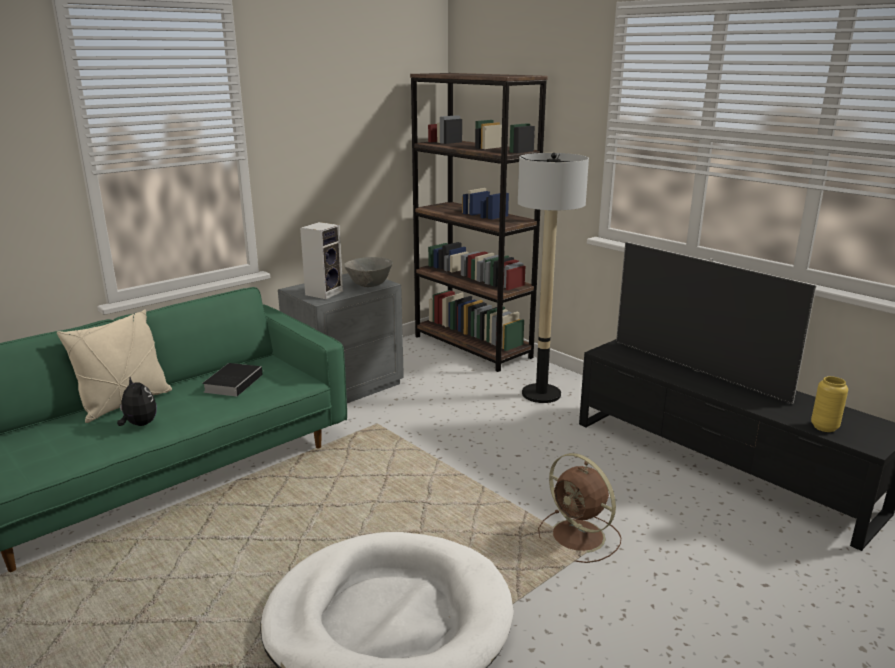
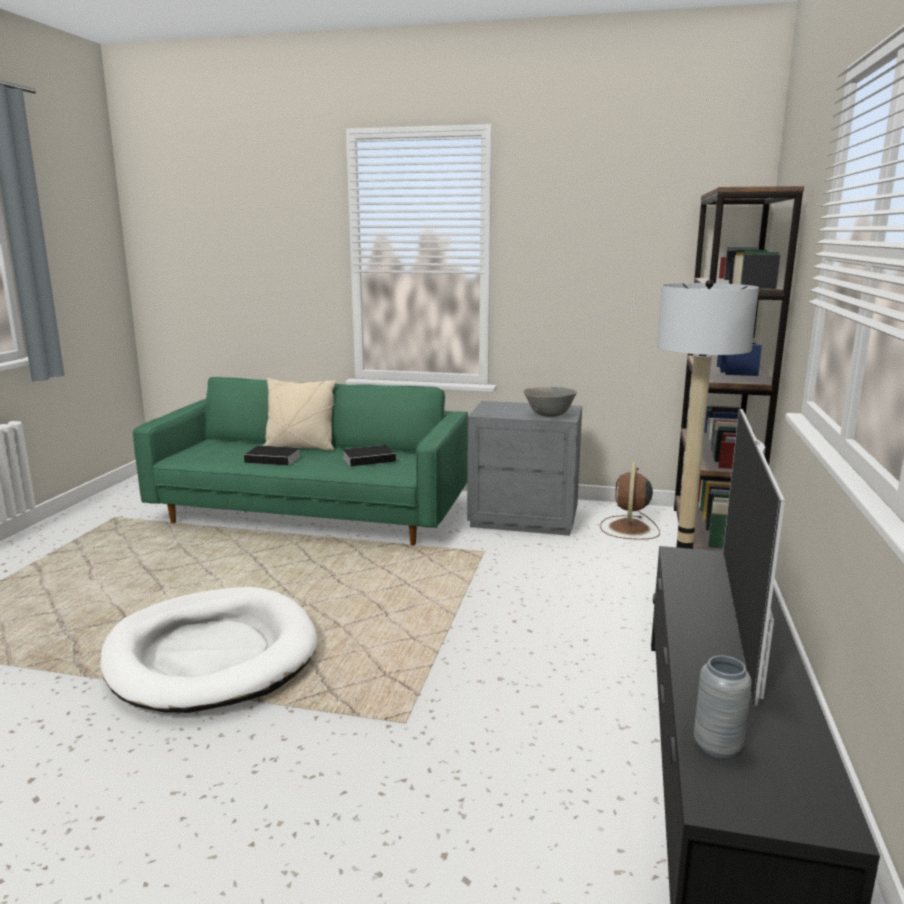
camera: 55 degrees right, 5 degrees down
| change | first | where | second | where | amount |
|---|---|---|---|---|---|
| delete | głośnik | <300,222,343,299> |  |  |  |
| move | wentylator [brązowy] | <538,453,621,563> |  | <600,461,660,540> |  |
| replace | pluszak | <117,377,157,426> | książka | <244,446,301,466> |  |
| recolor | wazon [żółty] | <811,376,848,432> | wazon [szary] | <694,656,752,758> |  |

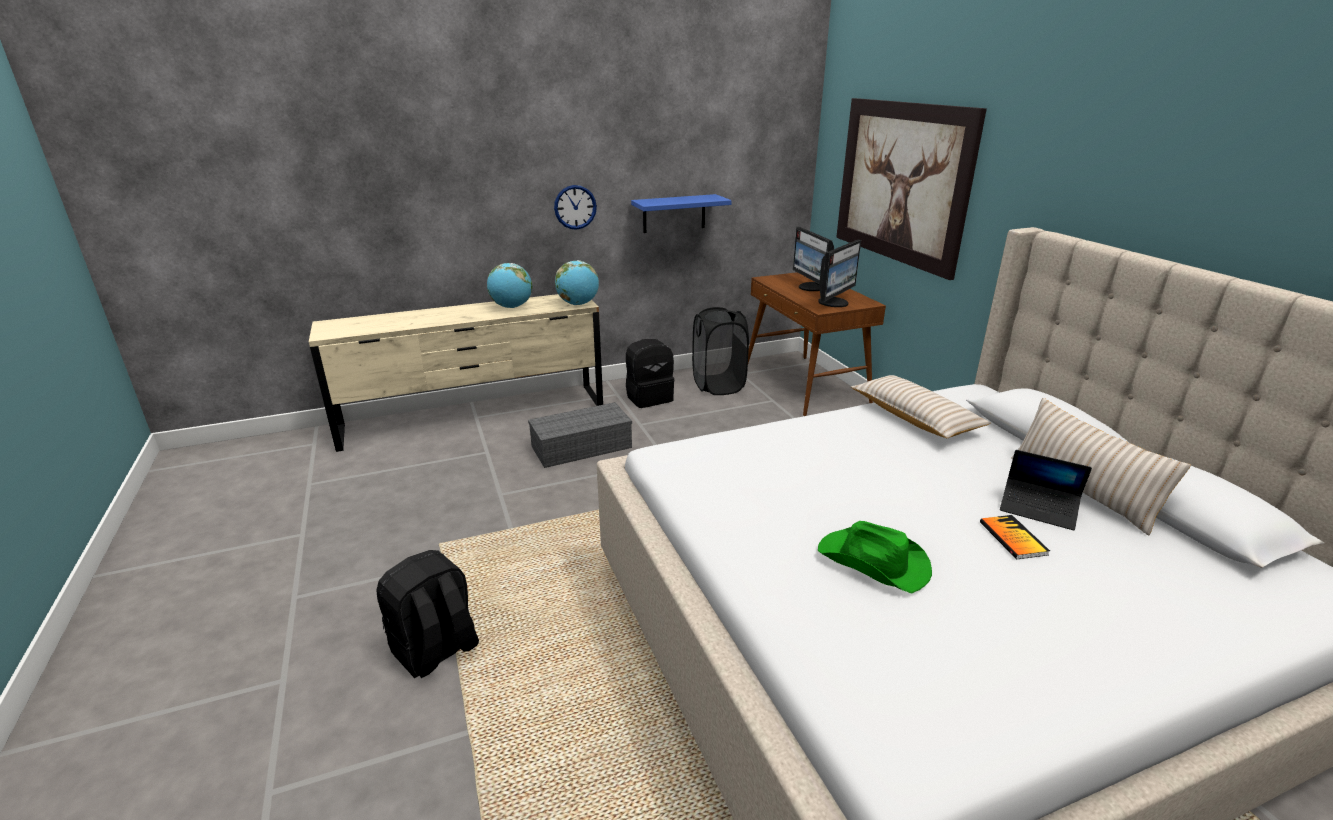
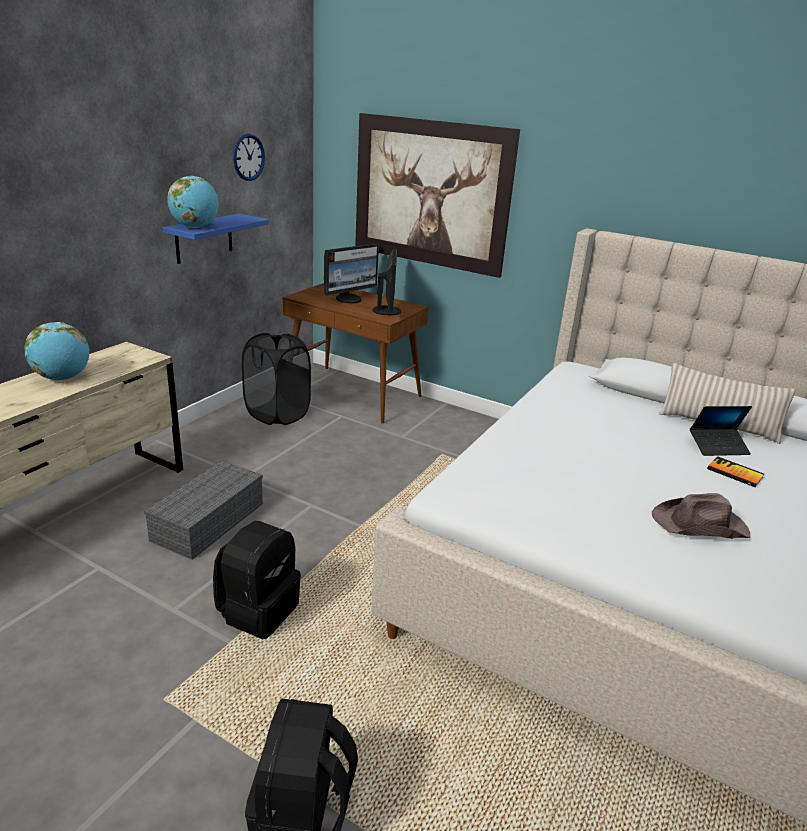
camera: 40 degrees left, 0 degrees up
| change | first | where | second | where | amount |
|---|---|---|---|---|---|
| delete | poduszka [beżowy] | <851,375,991,438> |  |  |  |
| move | zegar ścienny | <554,185,597,230> |  | <233,134,265,181> |  |
| move | globus | <555,260,599,305> |  | <167,176,219,228> |  |
| move | plecak [czarny] | <626,339,674,408> |  | <213,521,301,639> |  |
| recolor | kapelusz [zielony] | <818,521,932,594> | kapelusz [brązowy] | <652,493,750,539> |  |
| rotate | monitor | <793,227,834,291> |  | <324,243,379,303> | 75 degrees counterclockwise |

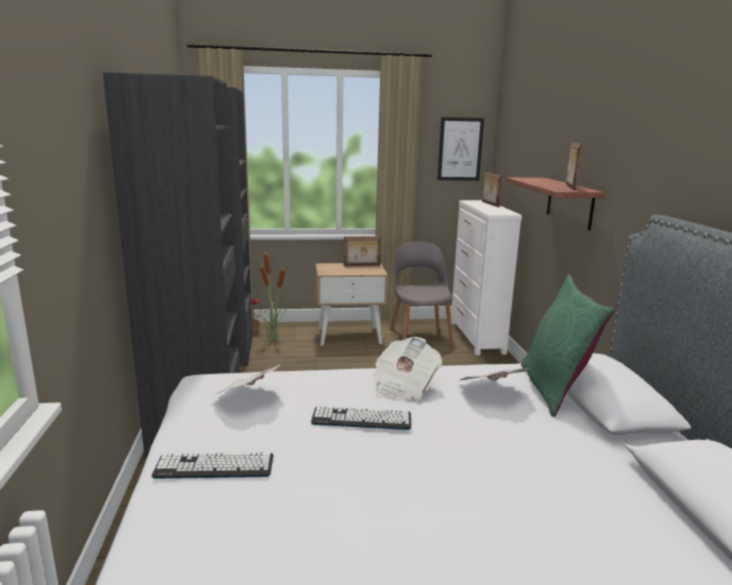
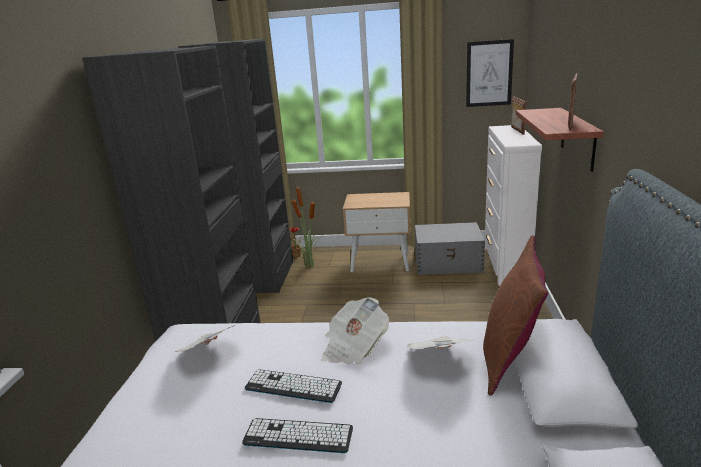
camera: 15 degrees right, 5 degrees up
| change | first | where | second | where | amount |
|---|---|---|---|---|---|
| delete | ramka na zdjęcie | <344,236,381,266> |  |  |  |
| move | klawiatura | <151,453,274,479> |  | <242,418,353,453> |  |
| replace | krzesło [szary] | <390,242,454,347> | pojemnik do przechowywania [szary] | <415,222,485,275> |  |
| recolor | poduszka [zielony] | <521,274,615,417> | poduszka [brązowy] | <483,235,548,396> |  |

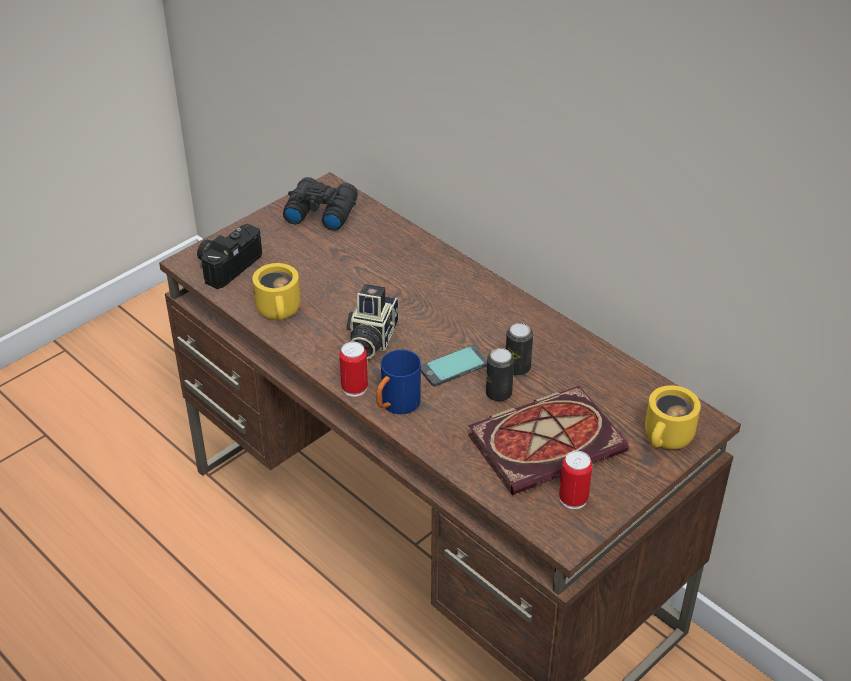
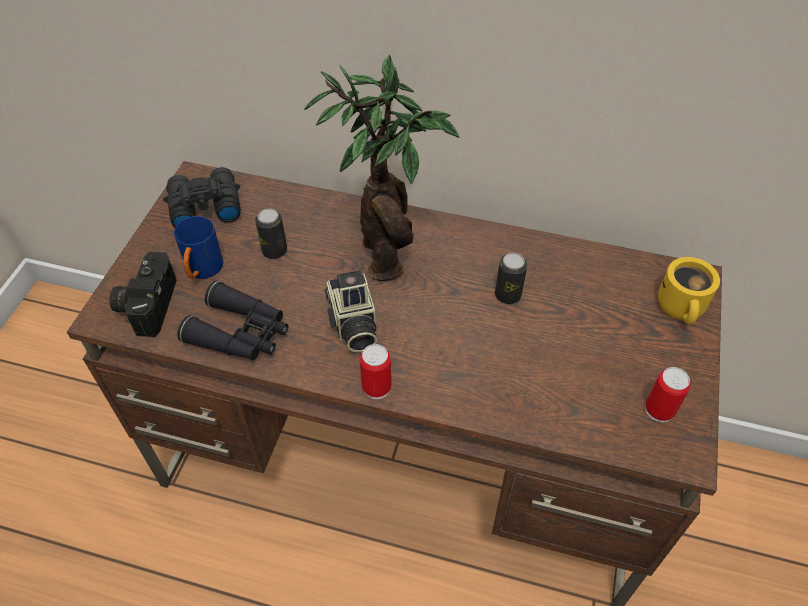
camera: 30 degrees left, 10 degrees up
| change | first | where | second | where | amount |
|---|---|---|---|---|---|
| delete | telefon | <421,345,487,387> |  |  |  |
| delete | książka | <468,386,629,495> |  |  |  |
| insert |  |  | roślina doniczkowa | <305,54,459,281> |  |
| move | kubek [niebieski] | <376,350,421,414> |  | <174,216,223,279> |  |
| move | puszka | <486,348,514,402> |  | <255,208,287,259> |  |
| replace | kubek [żółty] | <252,263,300,320> | lornetka [czarny] | <177,281,288,361> |  |

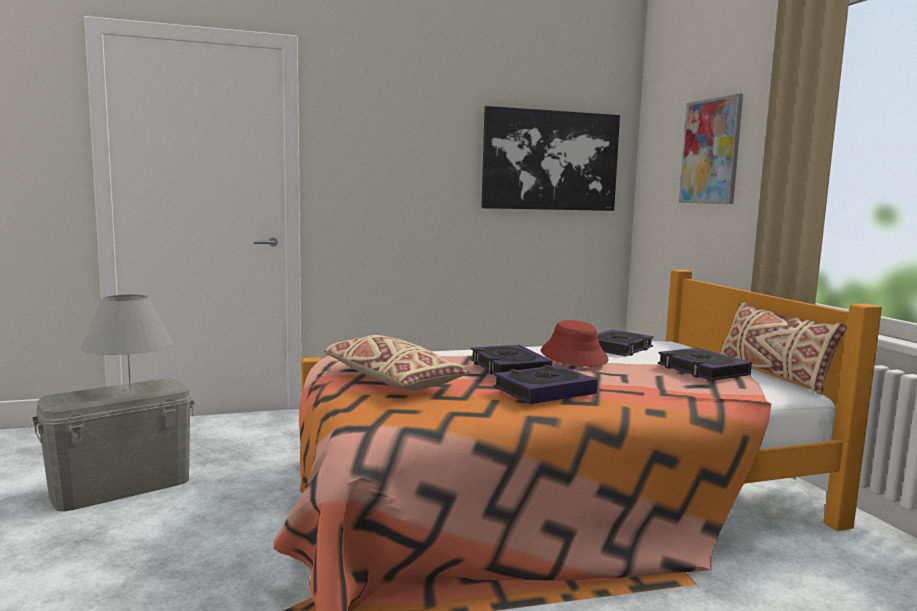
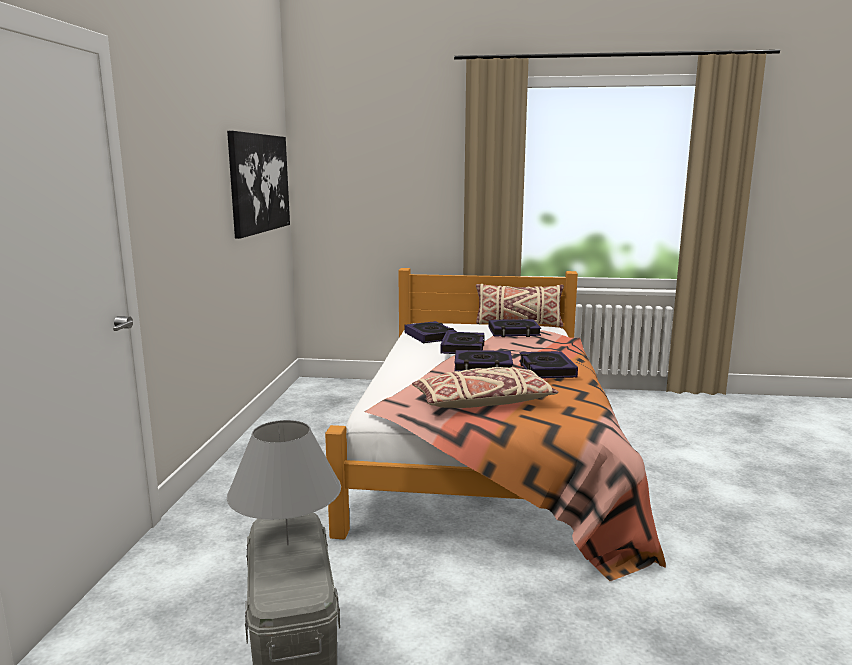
camera: 65 degrees left, 5 degrees up
| change | first | where | second | where | amount |
|---|---|---|---|---|---|
| delete | obraz | <679,93,743,204> |  |  |  |
| replace | kapelusz [czerwony] | <541,320,609,366> | książka | <440,332,485,354> |  |

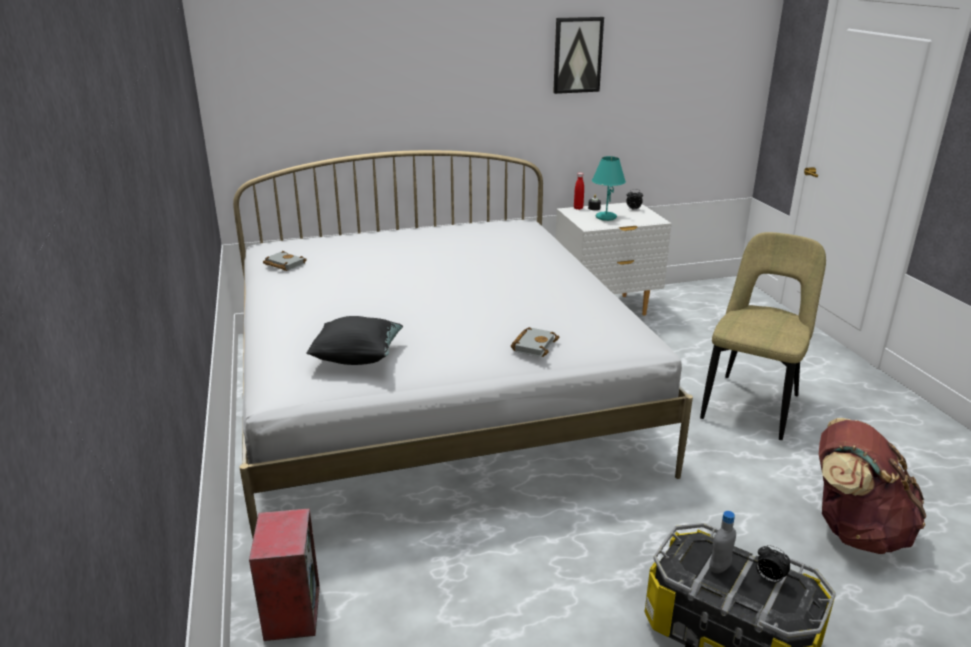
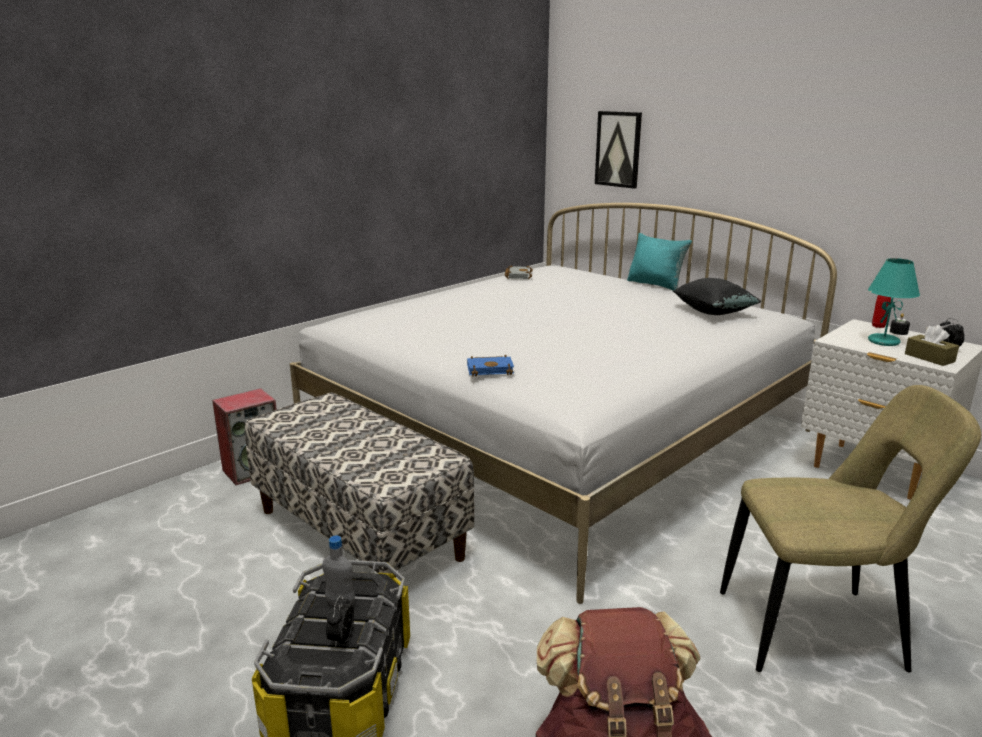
camera: 60 degrees right, 5 degrees down
| change | first | where | second | where | amount |
|---|---|---|---|---|---|
| insert |  |  | ławka | <245,392,474,577> |  |
| insert |  |  | poduszka [turkusowy] | <627,233,692,291> |  |
| insert |  |  | pudełko chusteczek [brązowy] | <905,325,959,366> |  |
| move | poduszka [czarny] | <306,316,403,365> |  | <673,278,761,315> |  |
| move | obraz | <553,17,604,94> |  | <595,111,642,189> |  |
| recolor | książka [szary] | <511,327,559,357> | książka [niebieski] | <467,354,514,376> |  |

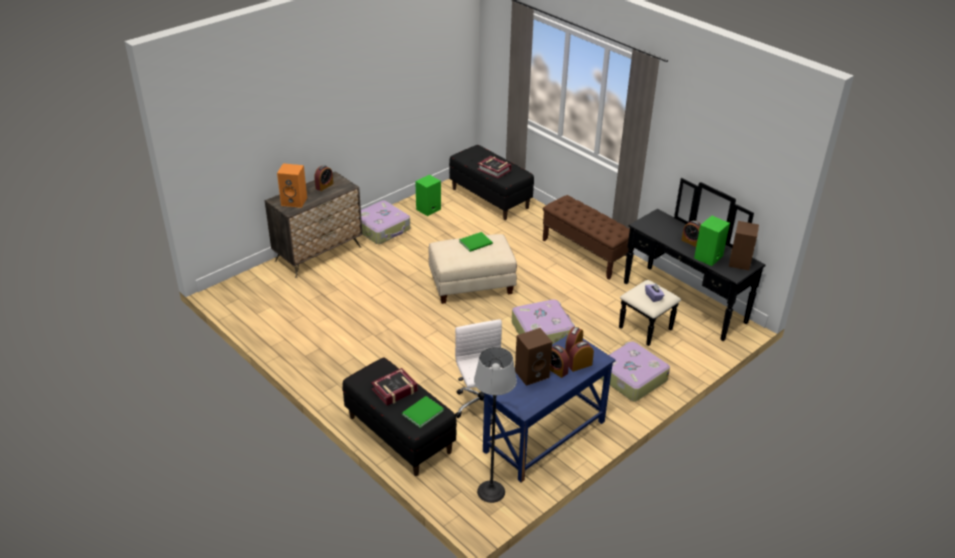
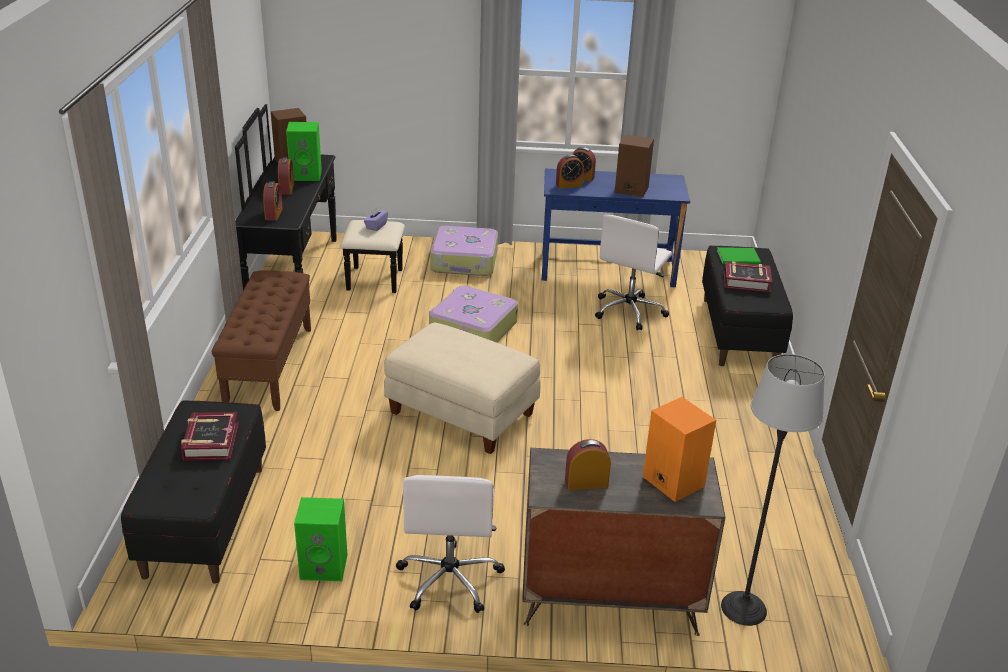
camera: 135 degrees left, 5 degrees down
| change | first | where | second | where | amount |
|---|---|---|---|---|---|
| delete | książka [zielony] | <459,232,493,252> |  |  |  |
| move | lampa stojąca | <474,347,517,503> |  | <721,354,825,626> |  |
| move | budzik | <550,345,569,378> |  | <263,181,283,221> |  |
| replace | walizka | <361,200,410,244> | krzesło biurowe [biały] | <396,475,505,613> |  |

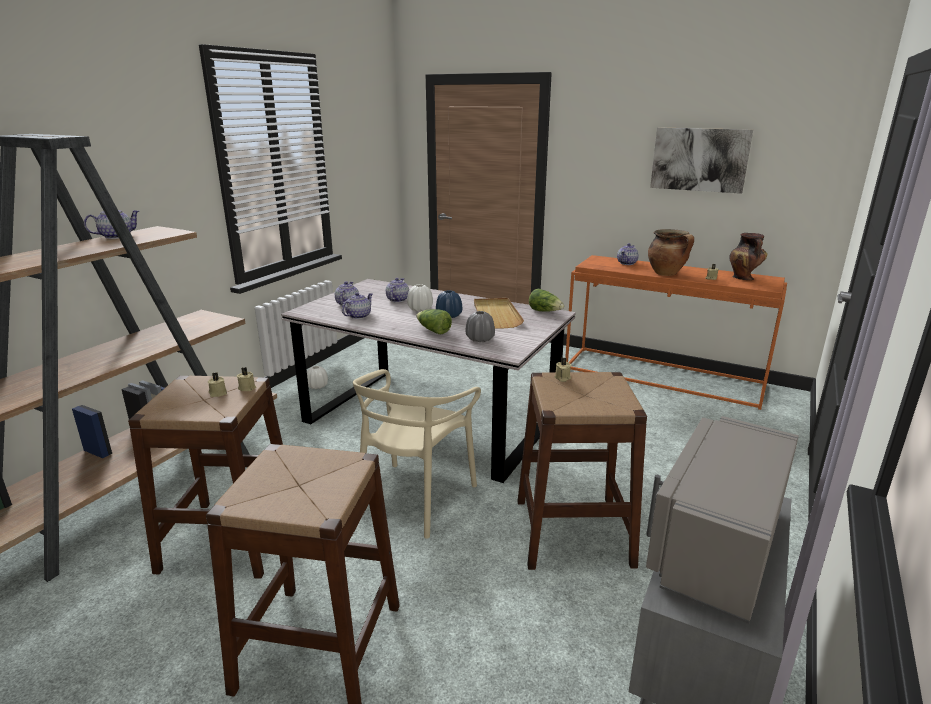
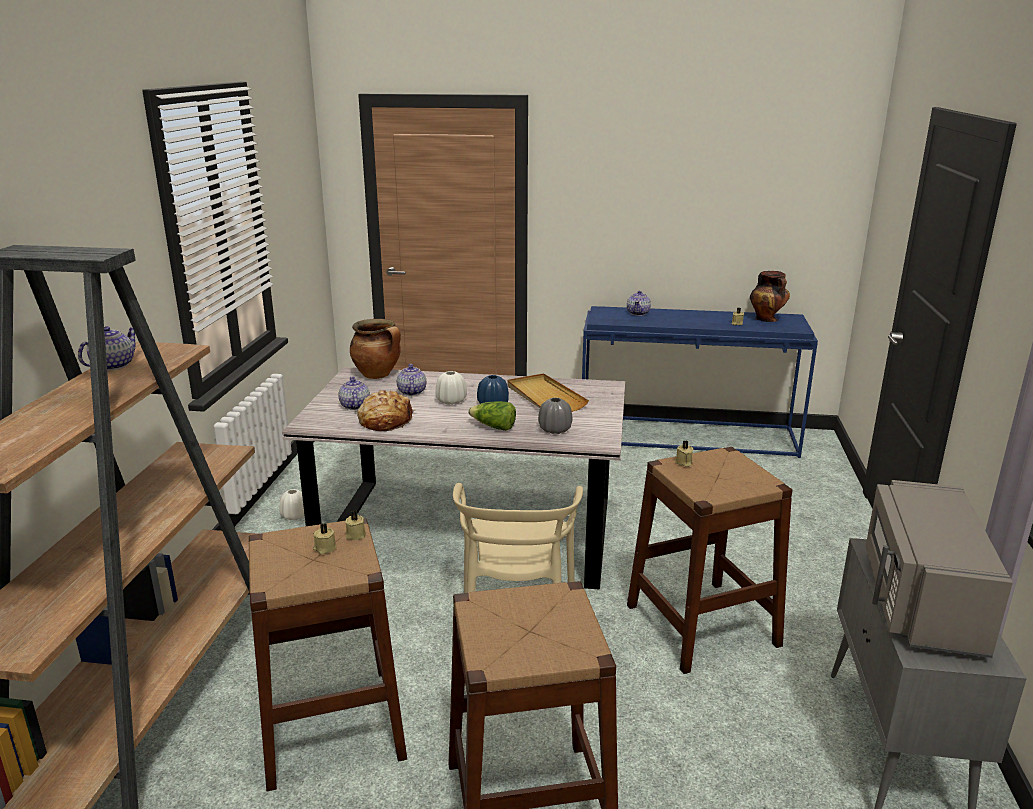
camera: 20 degrees left, 0 degrees up
| change | first | where | second | where | amount |
|---|---|---|---|---|---|
| delete | sałata | <529,288,564,312> |  |  |  |
| delete | obraz | <650,127,753,194> |  |  |  |
| move | garnek | <648,229,694,276> |  | <350,319,401,379> |  |
| replace | imbryk | <342,292,373,319> | chleb | <357,390,416,431> |  |
| recolor | stolik konsolowy [pomarańczowy] | <565,255,787,410> | stolik konsolowy [niebieski] | <582,306,818,458> |  |

